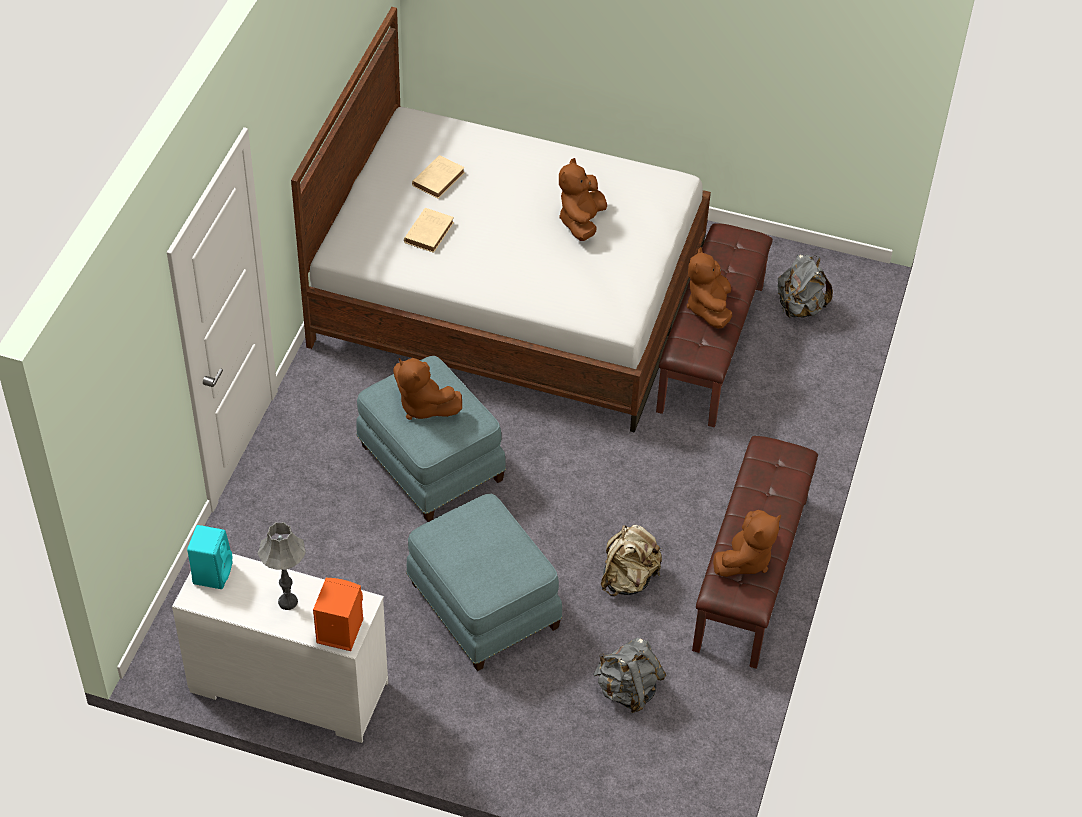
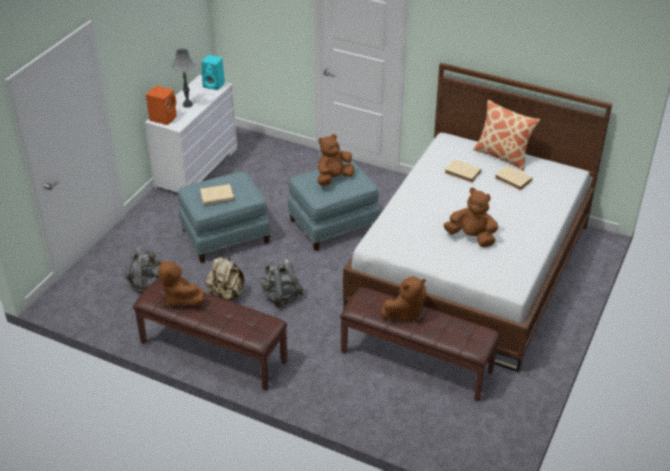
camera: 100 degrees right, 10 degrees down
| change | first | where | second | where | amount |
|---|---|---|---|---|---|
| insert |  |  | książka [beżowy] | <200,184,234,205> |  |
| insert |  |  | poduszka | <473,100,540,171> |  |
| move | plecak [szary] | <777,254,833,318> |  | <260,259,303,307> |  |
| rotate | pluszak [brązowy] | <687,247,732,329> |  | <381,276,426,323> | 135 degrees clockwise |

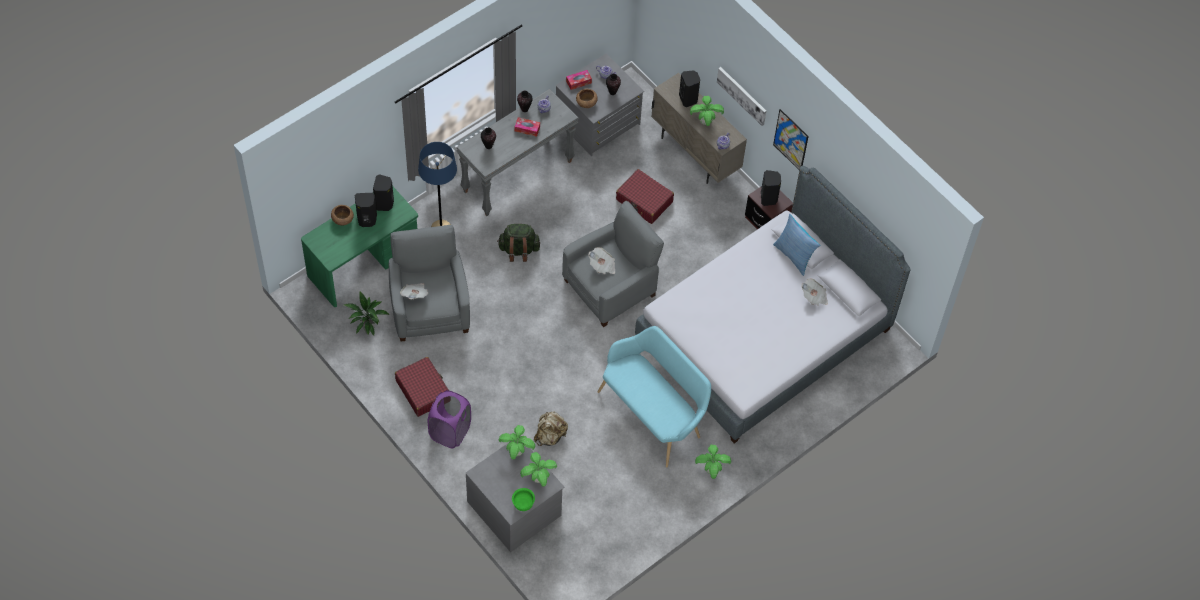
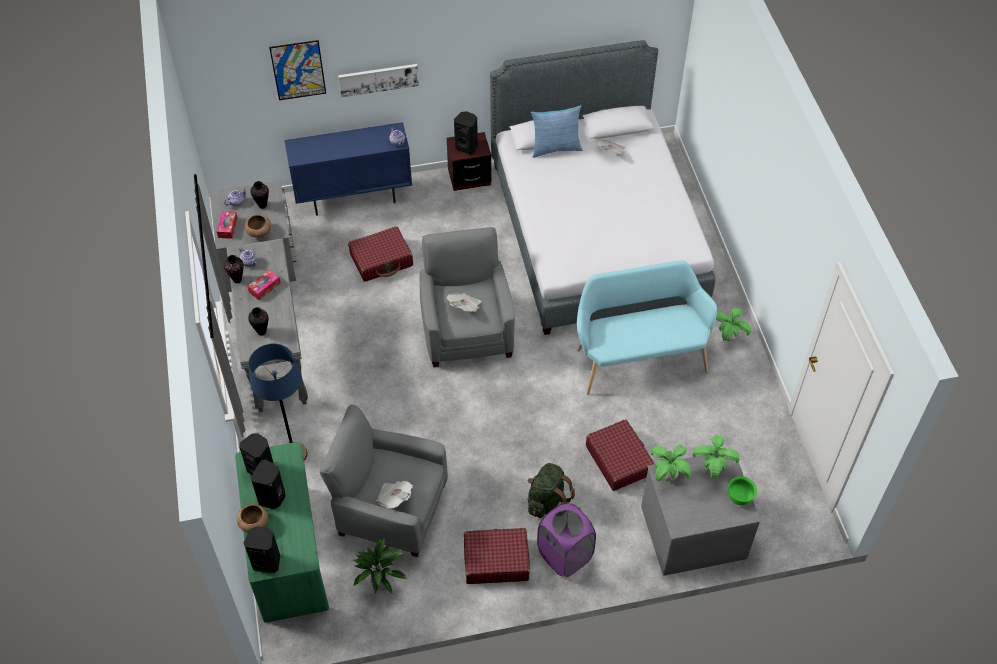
camera: 60 degrees left, 5 degrees down
| change | first | where | second | where | amount |
|---|---|---|---|---|---|
| delete | roślina doniczkowa | <690,96,724,126> |  |  |  |
| move | plecak [zielony] | <497,224,540,262> |  | <528,463,575,518> |  |
| move | głośnik [czarny] | <679,70,700,107> |  | <244,526,280,573> |  |
| move | obraz | <773,109,809,170> |  | <269,40,326,100> |  |
| replace | plecak [beżowy] | <534,411,568,446> | walizka [czerwony] | <586,419,655,491> |  |
| recolor | szafka [beżowy] | <651,73,747,184> | szafka [niebieski] | <285,122,412,216> |  |

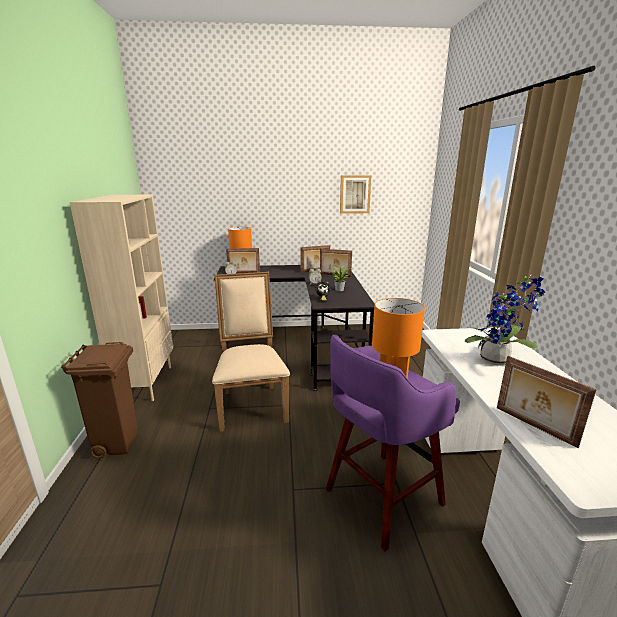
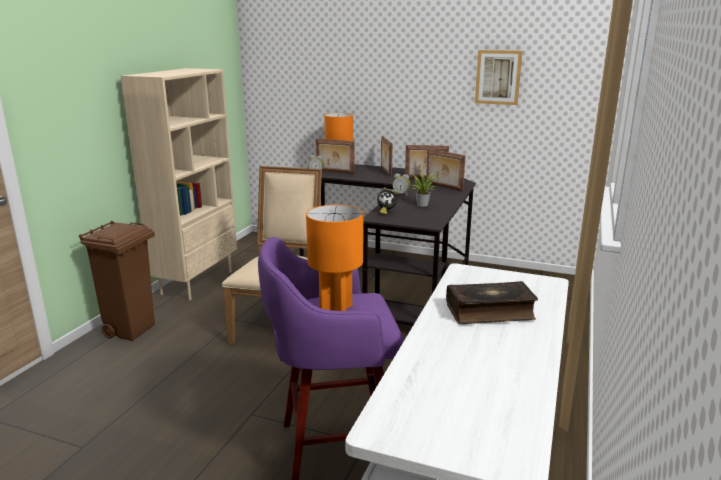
camera: 25 degrees right, 0 degrees up
| change | first | where | second | where | amount |
|---|---|---|---|---|---|
| move | ramka na zdjęcie | <497,356,597,448> |  | <381,136,393,177> |  |
| replace | roślina doniczkowa | <465,275,545,366> | książka | <446,281,538,324> |  |

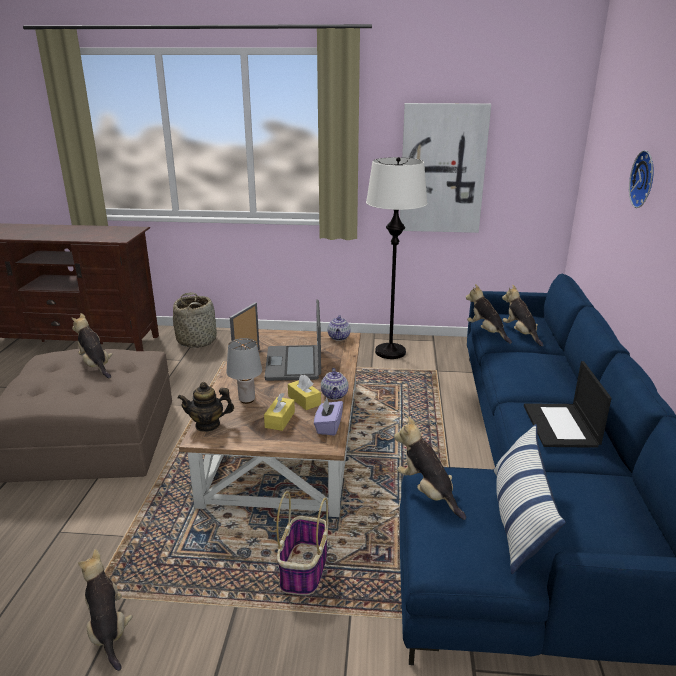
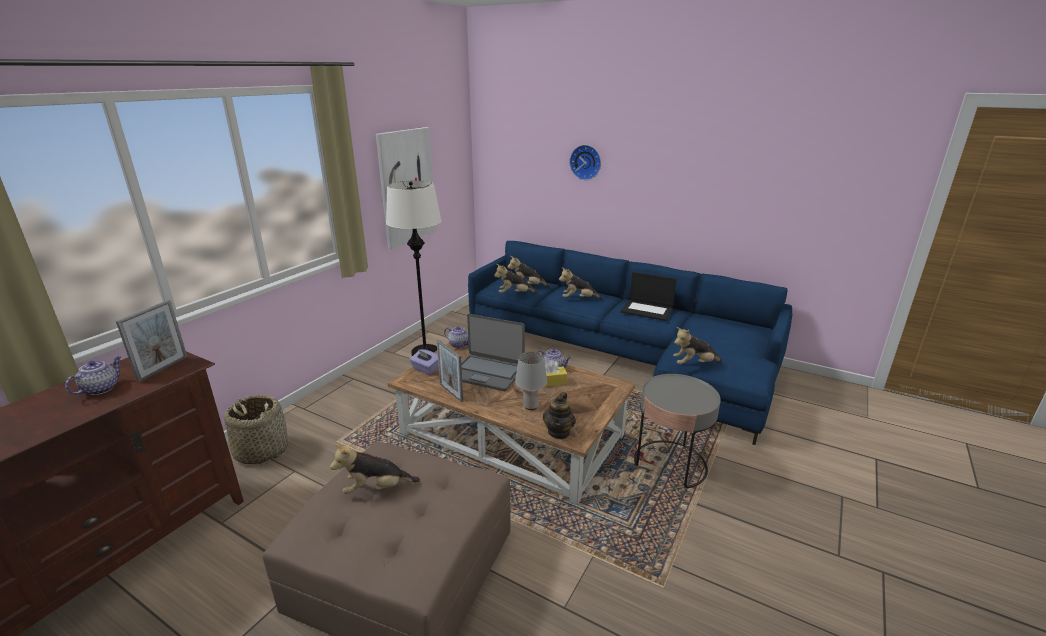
camera: 65 degrees left, 0 degrees up
| change | first | where | second | where | amount |
|---|---|---|---|---|---|
| delete | pudełko chusteczek [żółty] | <264,393,295,431> |  |  |  |
| delete | poduszka | <493,424,566,574> |  |  |  |
| insert |  |  | imbryk | <65,356,121,395> |  |
| insert |  |  | ramka na zdjęcie | <116,300,187,382> |  |
| move | pluszak | <78,549,133,671> |  | <559,267,603,299> |  |
| move | pudełko chusteczek [fioletowy] | <314,398,343,436> |  | <409,349,439,375> |  |
| replace | koszyk | <276,491,328,595> | stolik [szary] | <634,374,721,488> |  |

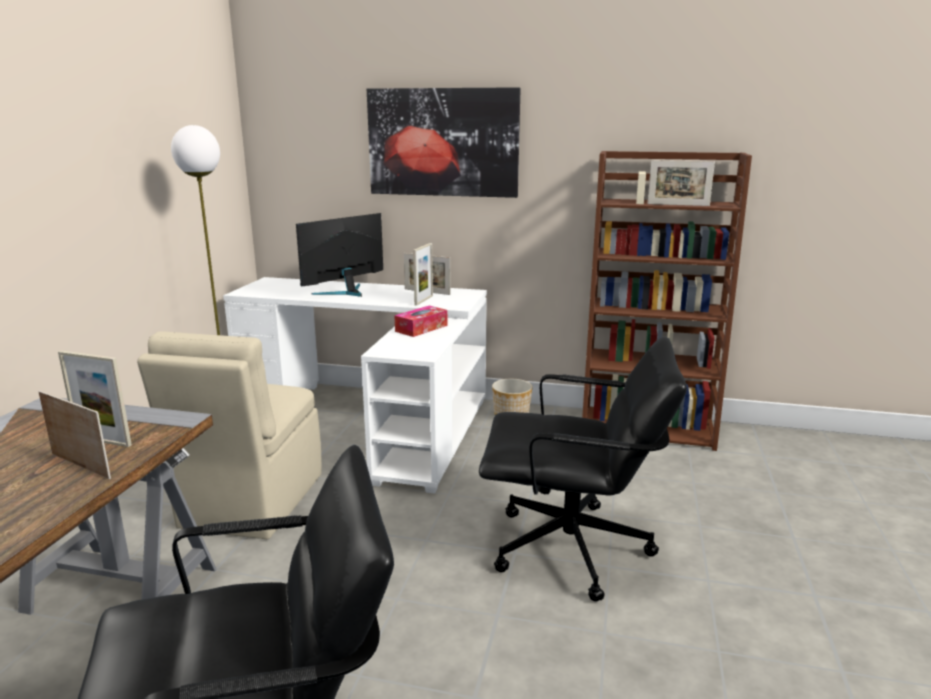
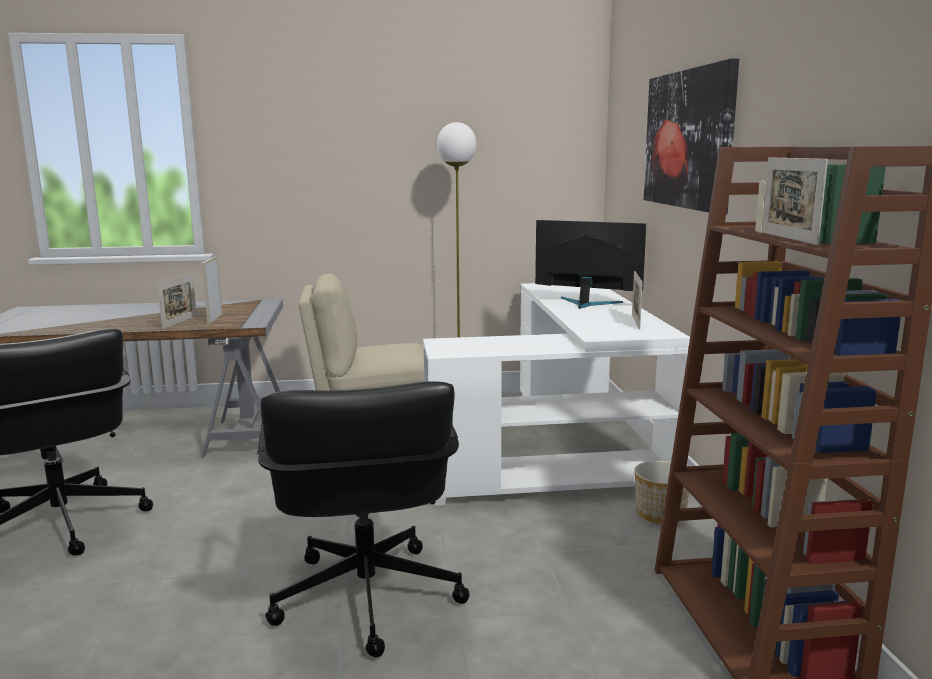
camera: 70 degrees right, 5 degrees down
| change | first | where | second | where | amount |
|---|---|---|---|---|---|
| delete | pudełko chusteczek | <394,306,447,337> |  |  |  |
| delete | ramka na zdjęcie | <413,243,433,306> |  |  |  |

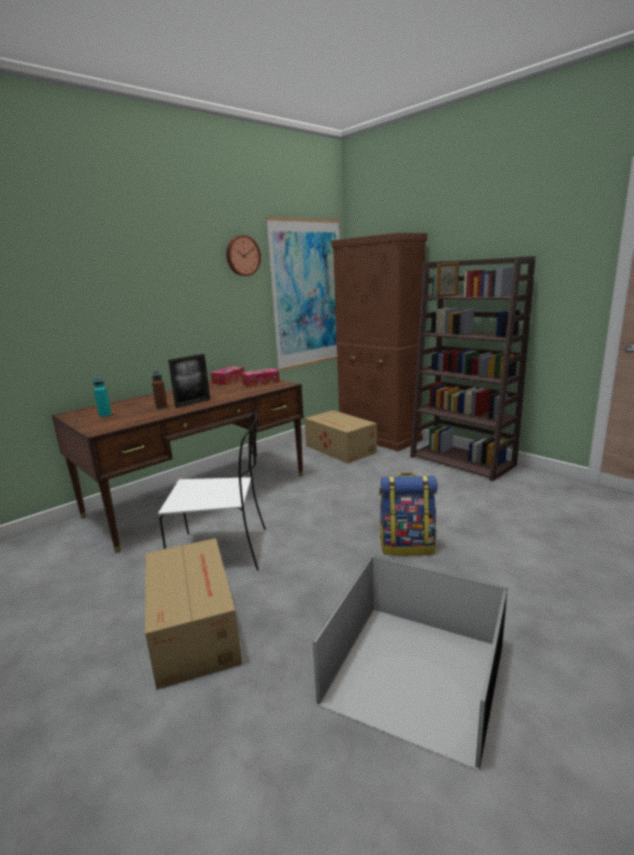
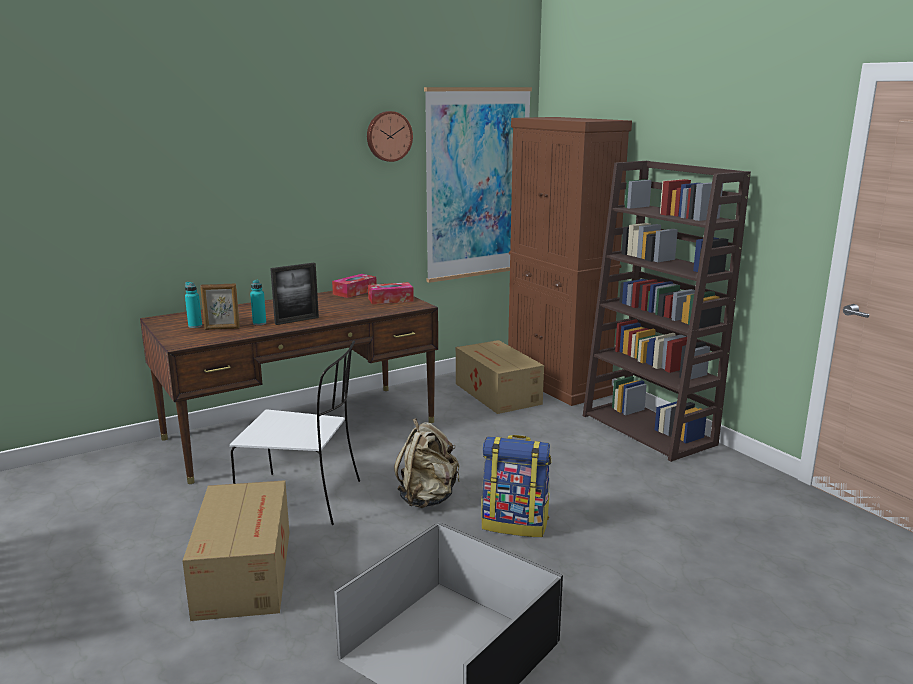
camera: 10 degrees right, 0 degrees up
| change | first | where | second | where | amount |
|---|---|---|---|---|---|
| insert |  |  | plecak [beżowy] | <394,418,460,508> |  |
| move | ramka na zdjęcie | <436,262,459,297> |  | <200,283,240,330> |  |
| recolor | butelka [brązowy] | <152,371,168,410> | butelka [turkusowy] | <250,280,266,325> |  |

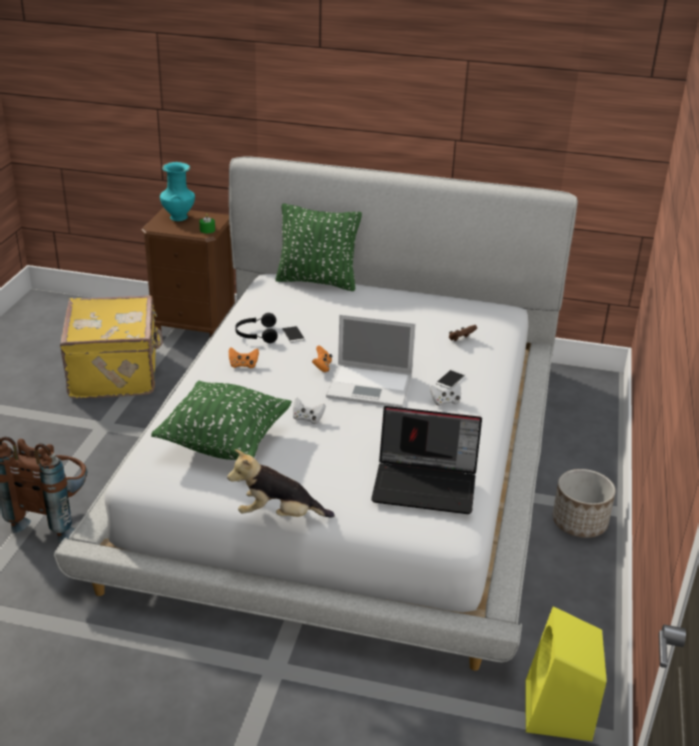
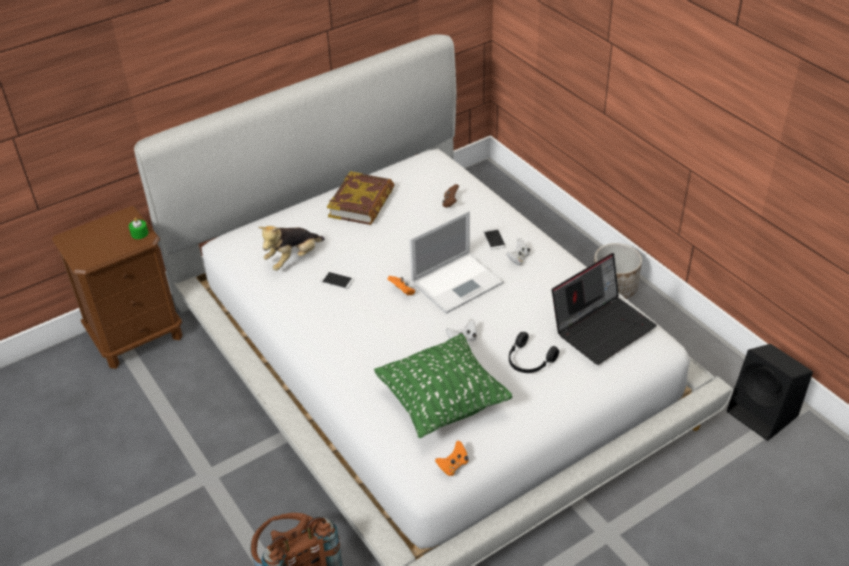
camera: 45 degrees left, 10 degrees up
| change | first | where | second | where | amount |
|---|---|---|---|---|---|
| delete | walizka [żółty] | <60,295,163,399> |  |  |  |
| delete | wazon [turkusowy] | <160,162,195,221> |  |  |  |
| delete | poduszka [zielony] | <275,203,362,291> |  |  |  |
| insert |  |  | książka | <327,171,394,225> |  |
| move | pluszak | <227,449,335,517> |  | <258,226,325,271> |  |
| move | pad do gier [pomarańczowy] | <229,347,259,368> |  | <435,441,468,476> |  |
| move | słuchawki [czarny] | <235,313,278,343> |  | <509,332,559,373> |  |
| recolor | głośnik [żółty] | <525,606,607,741> | głośnik [czarny] | <727,344,813,441> |  |

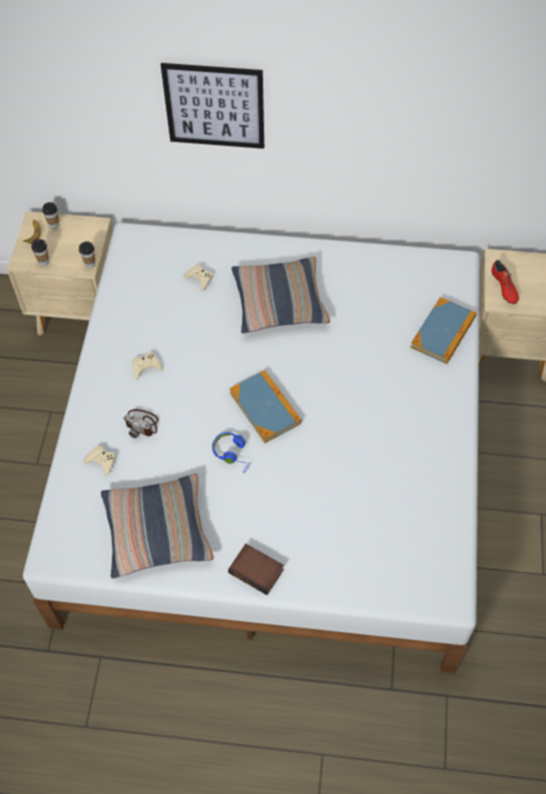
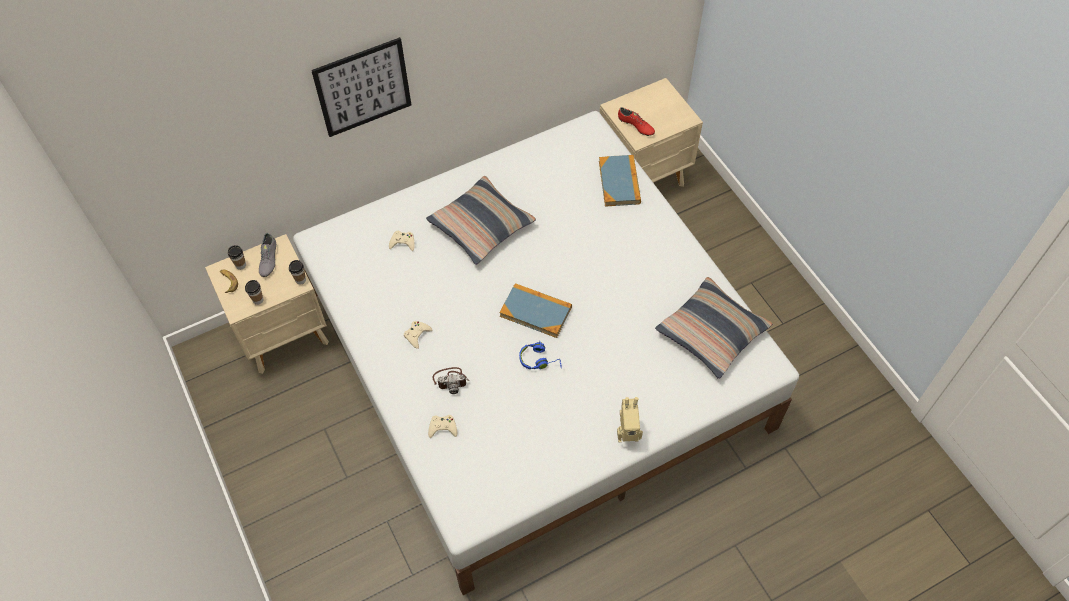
camera: 35 degrees left, 0 degrees up
| change | first | where | second | where | amount |
|---|---|---|---|---|---|
| insert |  |  | but [szary] | <259,233,276,277> |  |
| move | poduszka | <101,473,214,579> |  | <655,277,772,379> |  |
| replace | książka | <228,544,284,595> | robot zabawkowy | <617,397,643,442> |  |

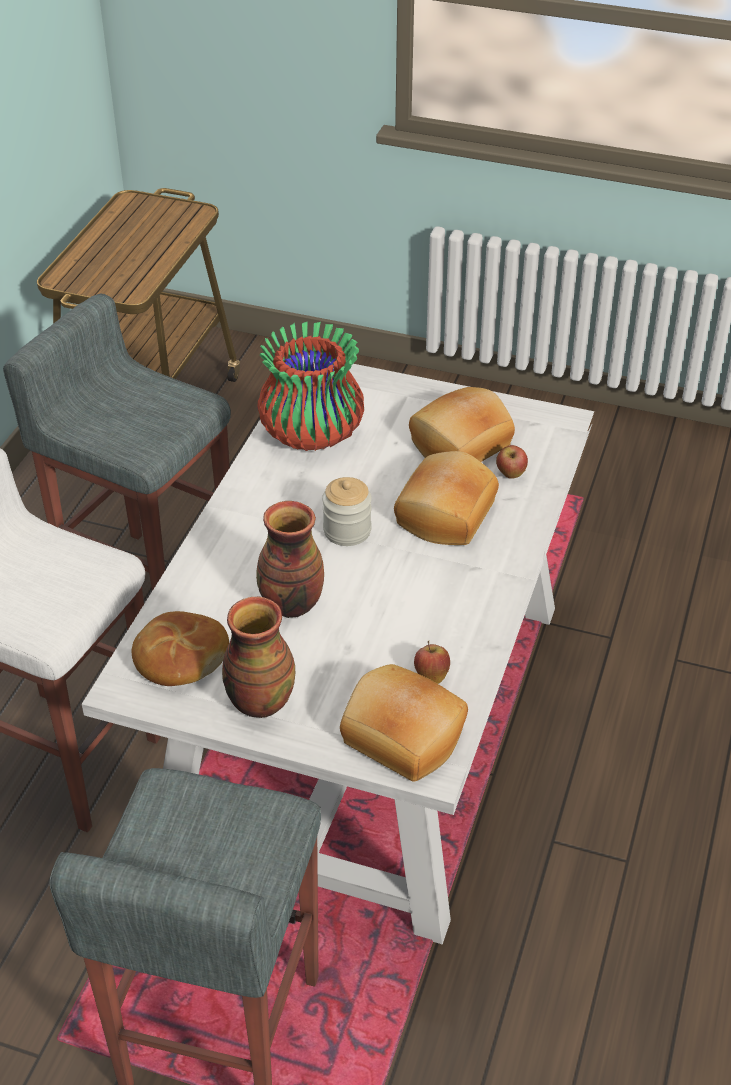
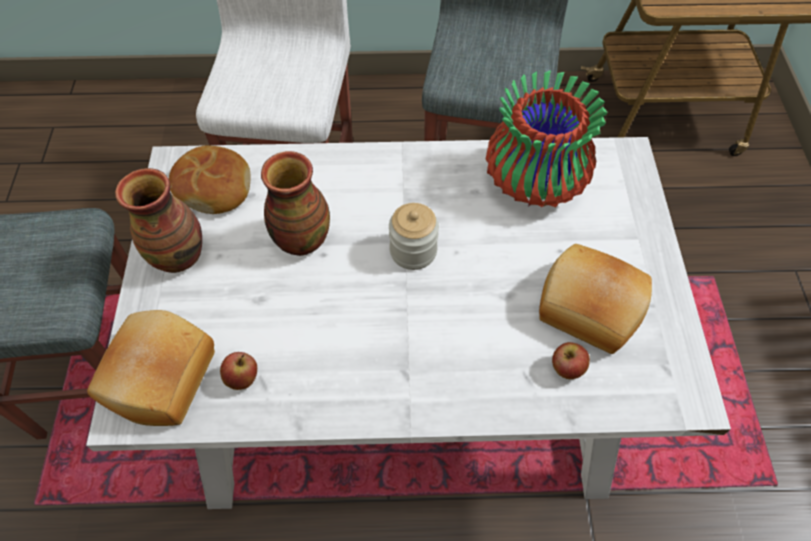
camera: 70 degrees right, 15 degrees up
| change | first | where | second | where | amount |
|---|---|---|---|---|---|
| delete | chleb | <394,451,499,545> |  |  |  |

